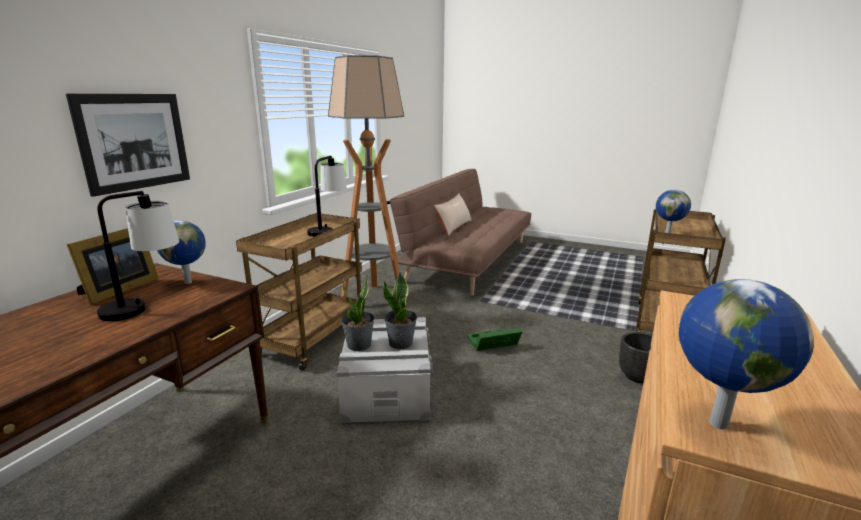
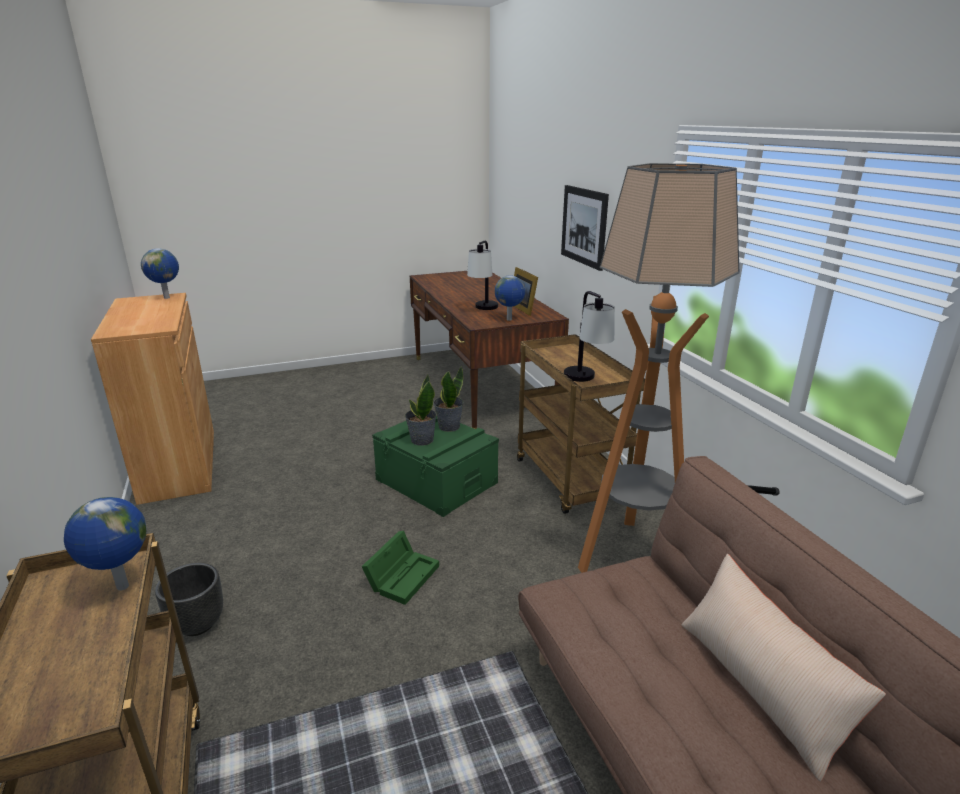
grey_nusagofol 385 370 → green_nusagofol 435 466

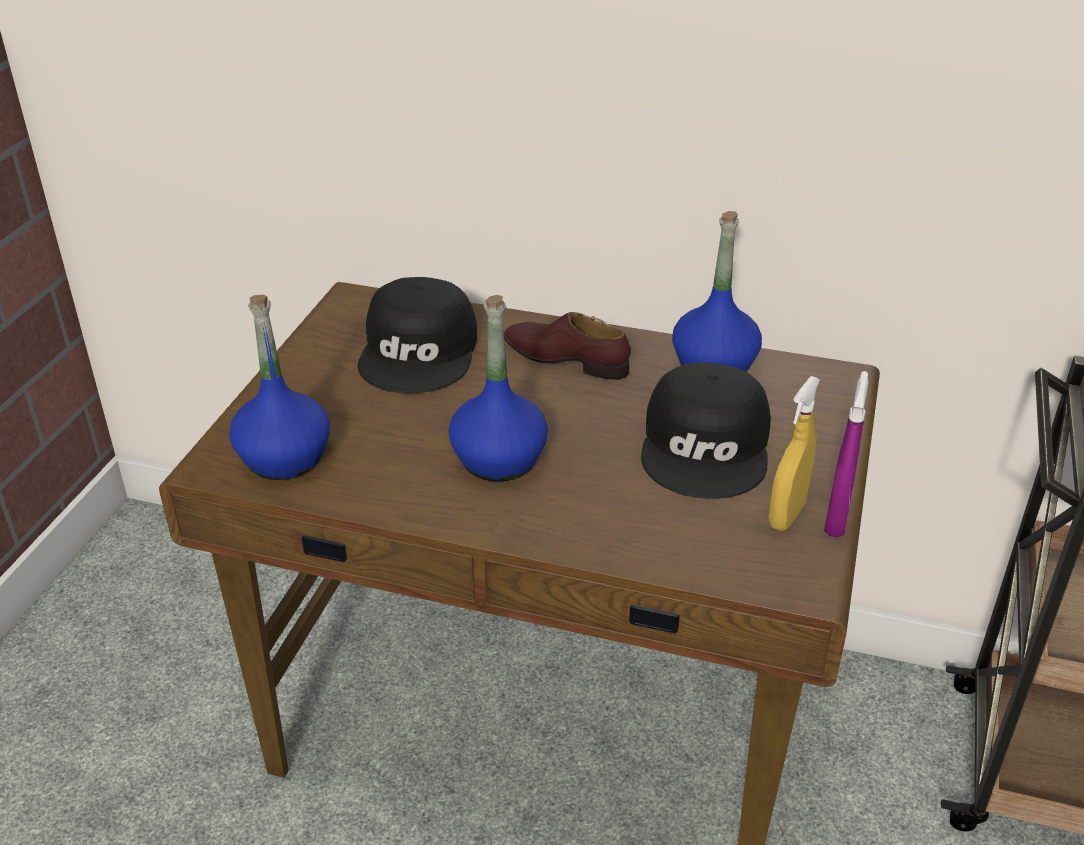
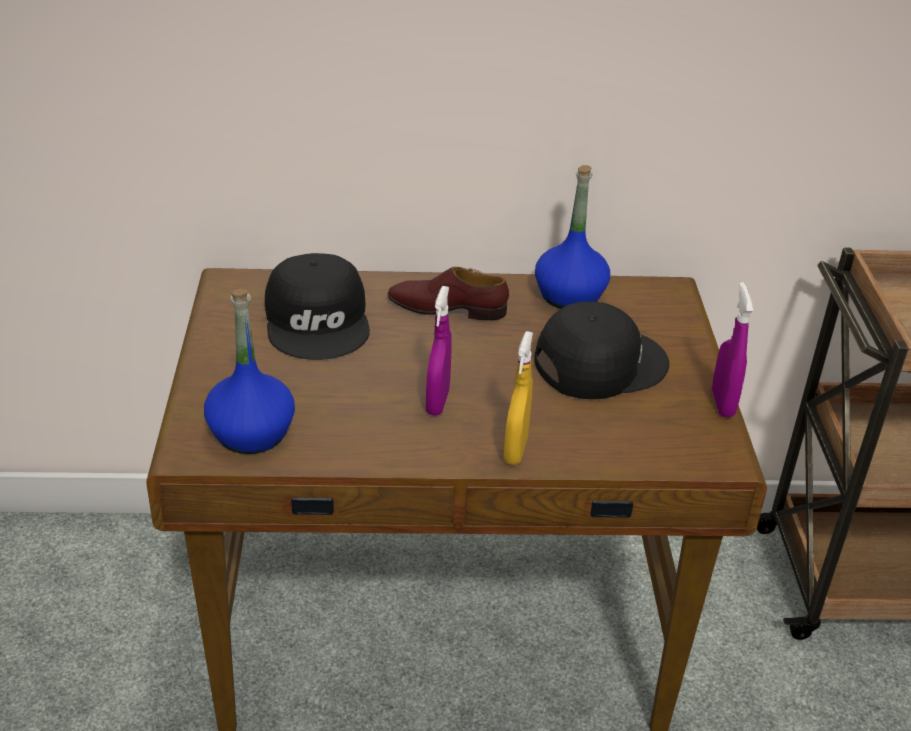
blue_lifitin 498 388 → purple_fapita 439 350
yellow_fapita 794 453 → yellow_fapita 518 398, move
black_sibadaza 706 431 → black_sibadaza 601 350, 105 degrees counterclockwise

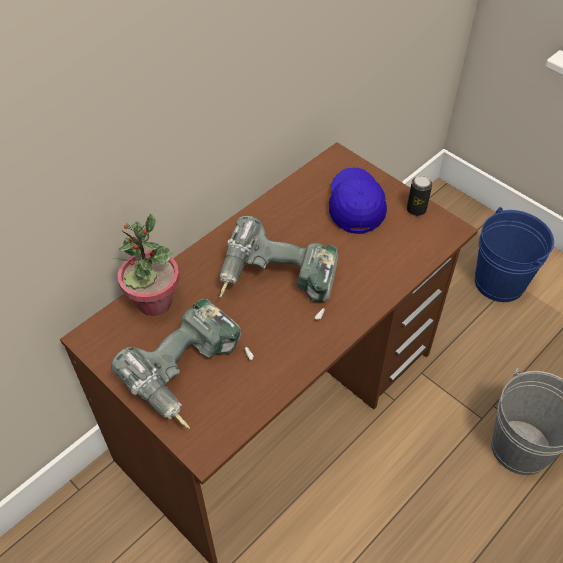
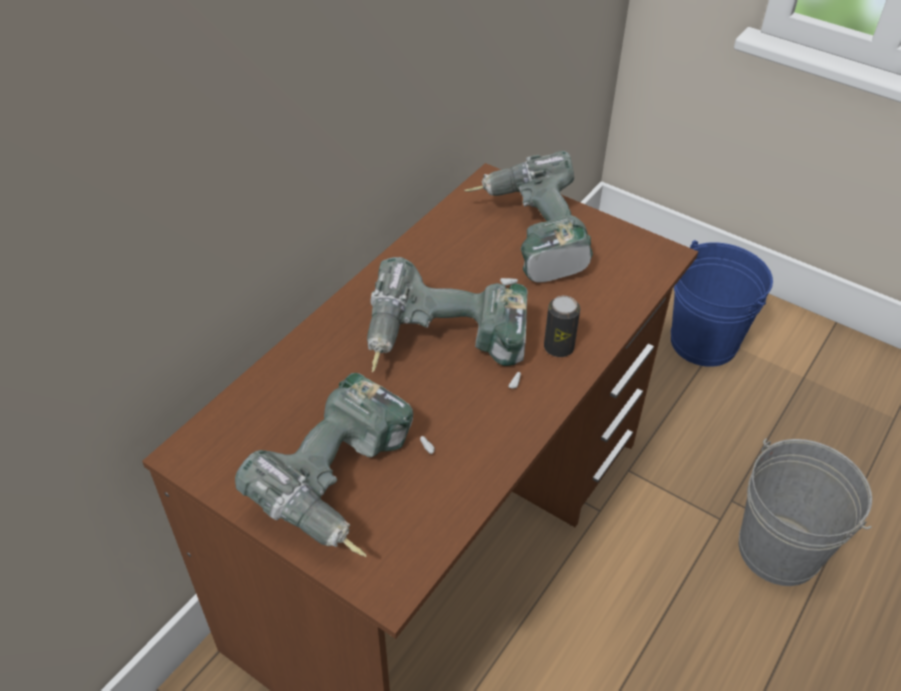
blue_sibadaza 358 200 → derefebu 528 218
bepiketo 419 196 → bepiketo 562 326, move
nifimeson 146 265 → -

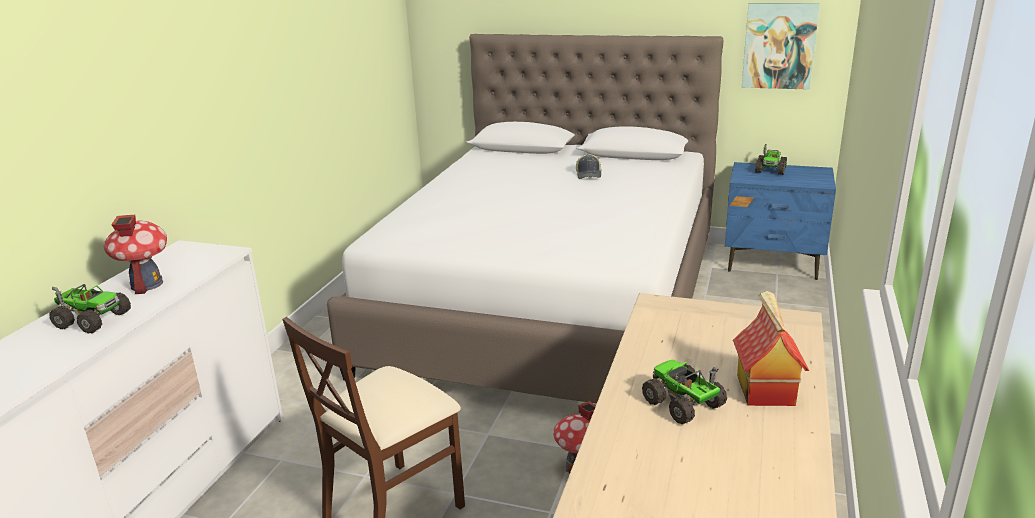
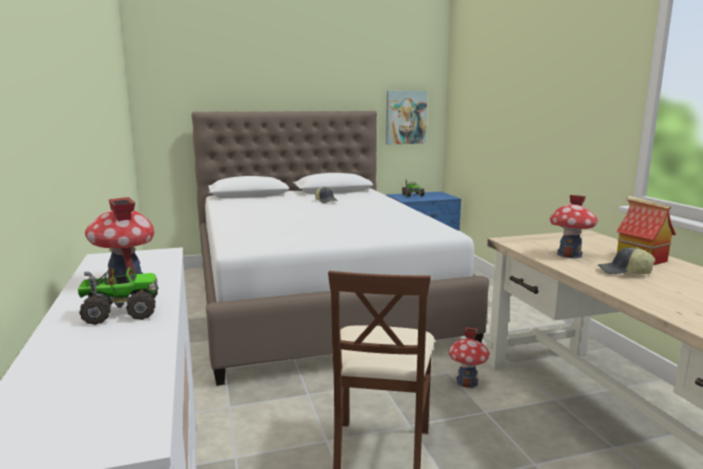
- → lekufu 574 226
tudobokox 684 392 → sibadaza 626 260

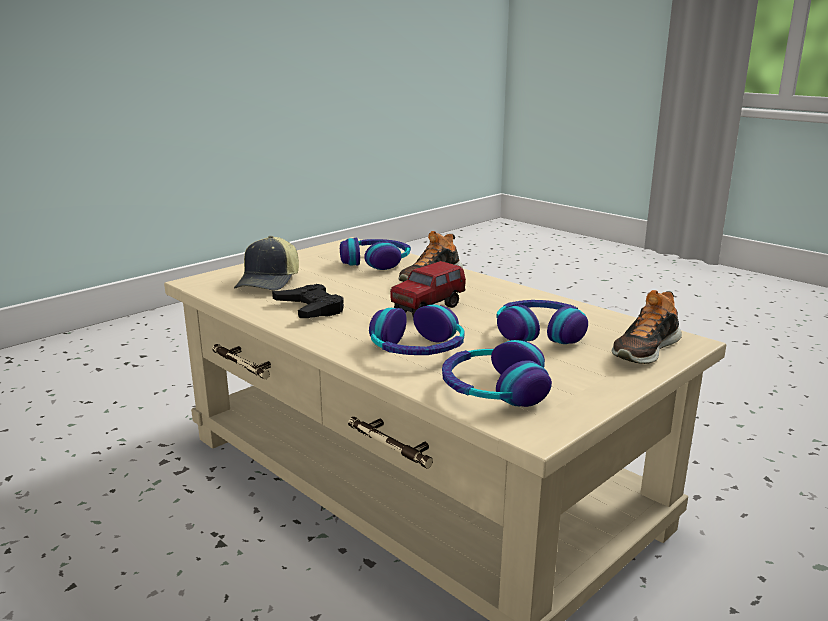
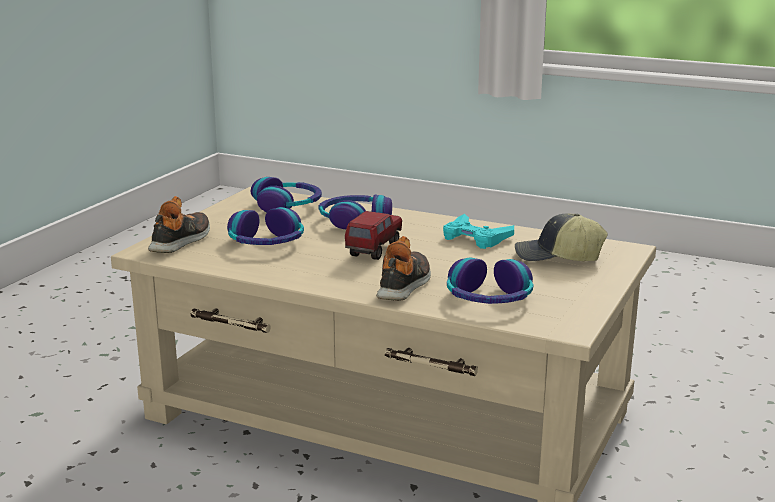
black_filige 308 301 → turquoise_filige 478 231
sibadaza 266 263 → sibadaza 561 237, 75 degrees counterclockwise

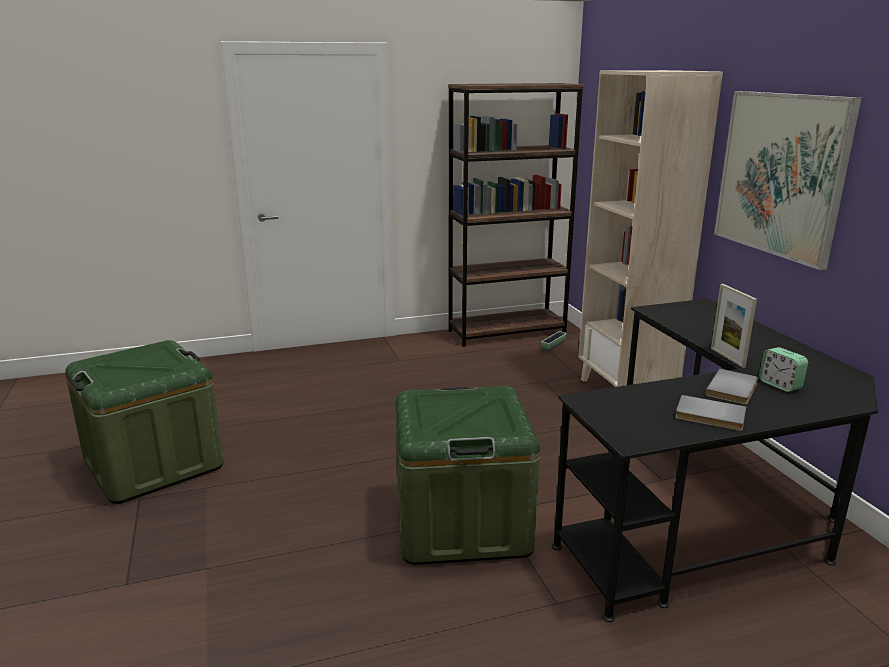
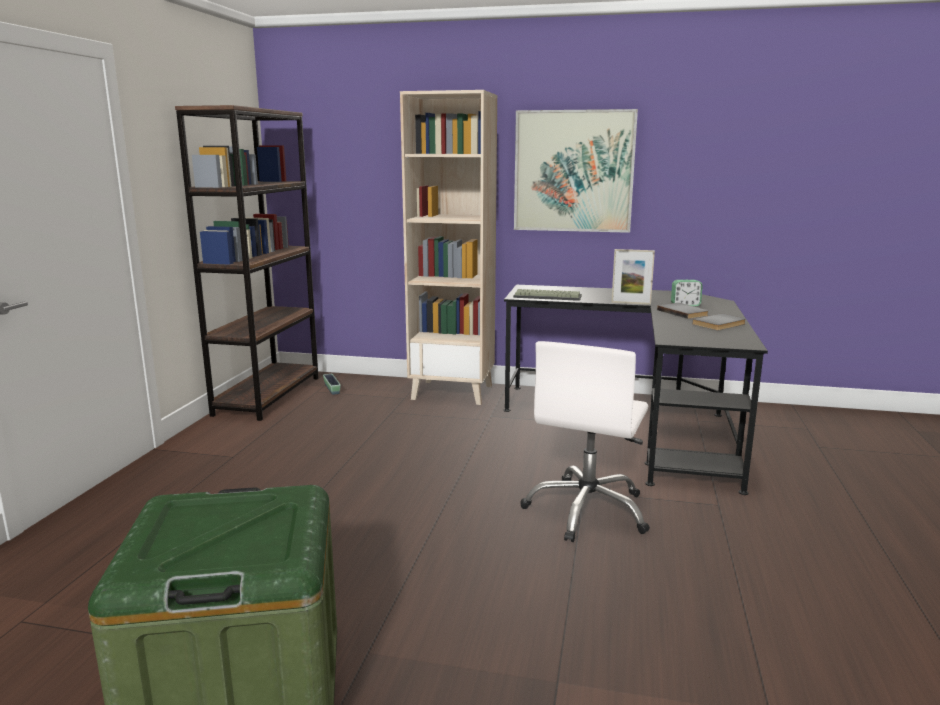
- → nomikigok 547 295
green_nusagofol 467 475 → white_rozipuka 585 441

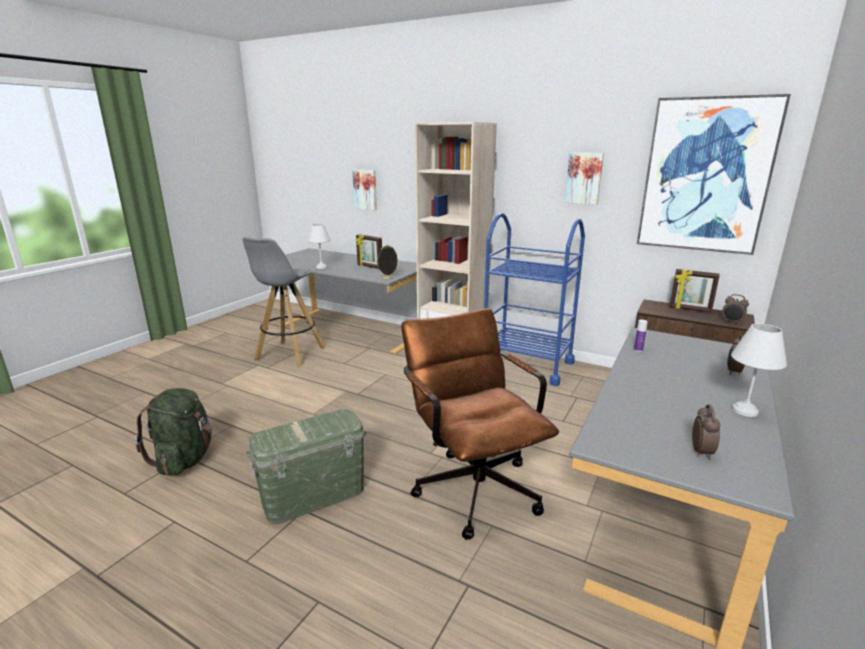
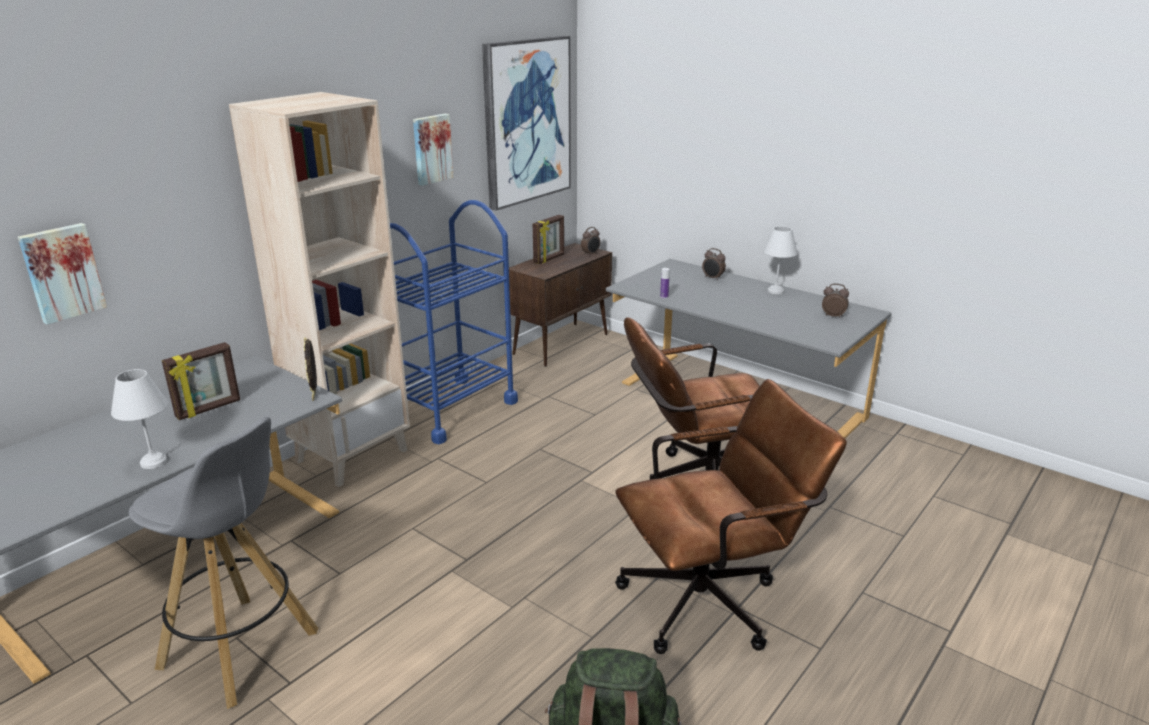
green_nusagofol 306 466 → brown_rozipuka 731 516

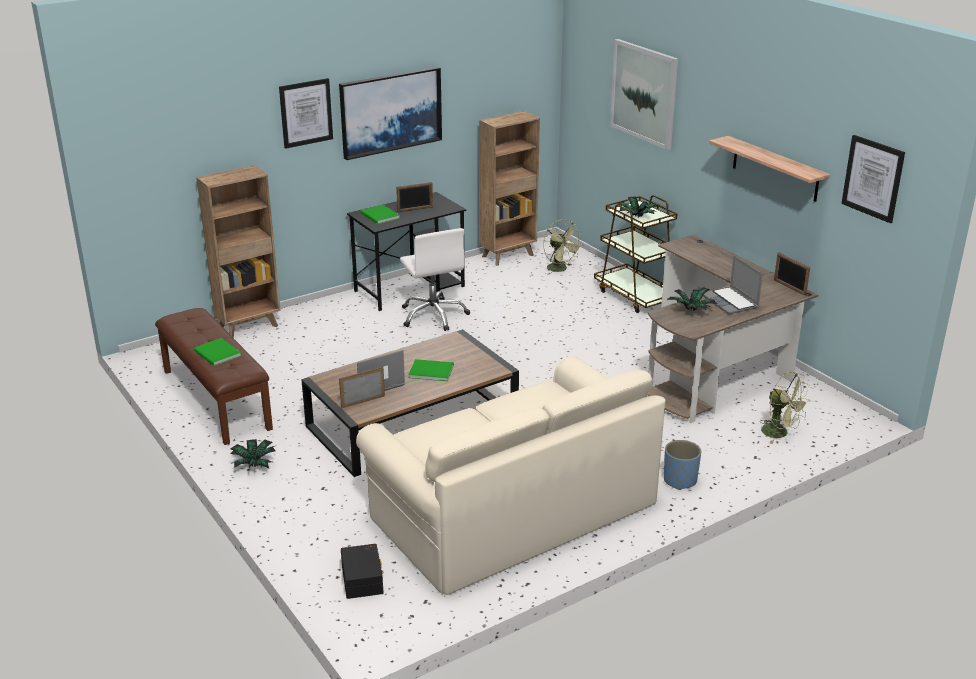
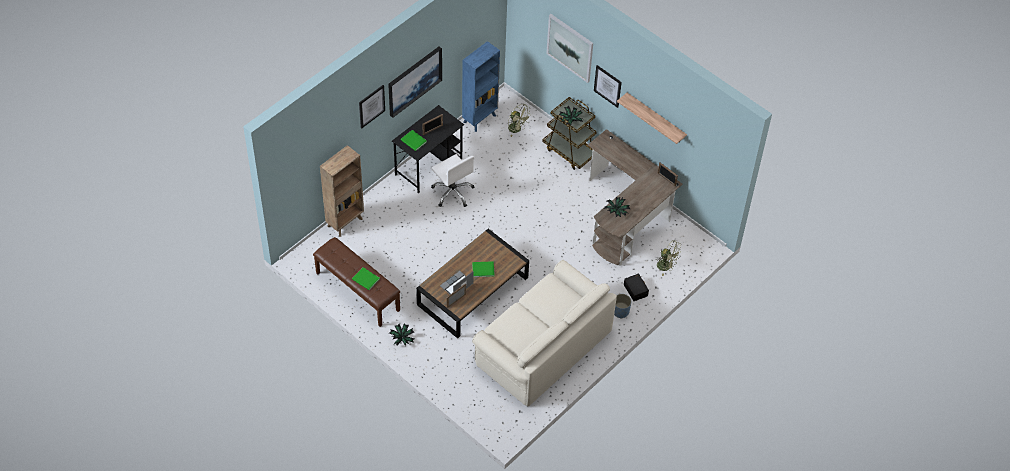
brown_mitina 509 188 → blue_mitina 481 86
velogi 873 179 → velogi 608 86, move
black_nusagofol 362 571 → black_nusagofol 636 287, move
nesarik 733 285 → -

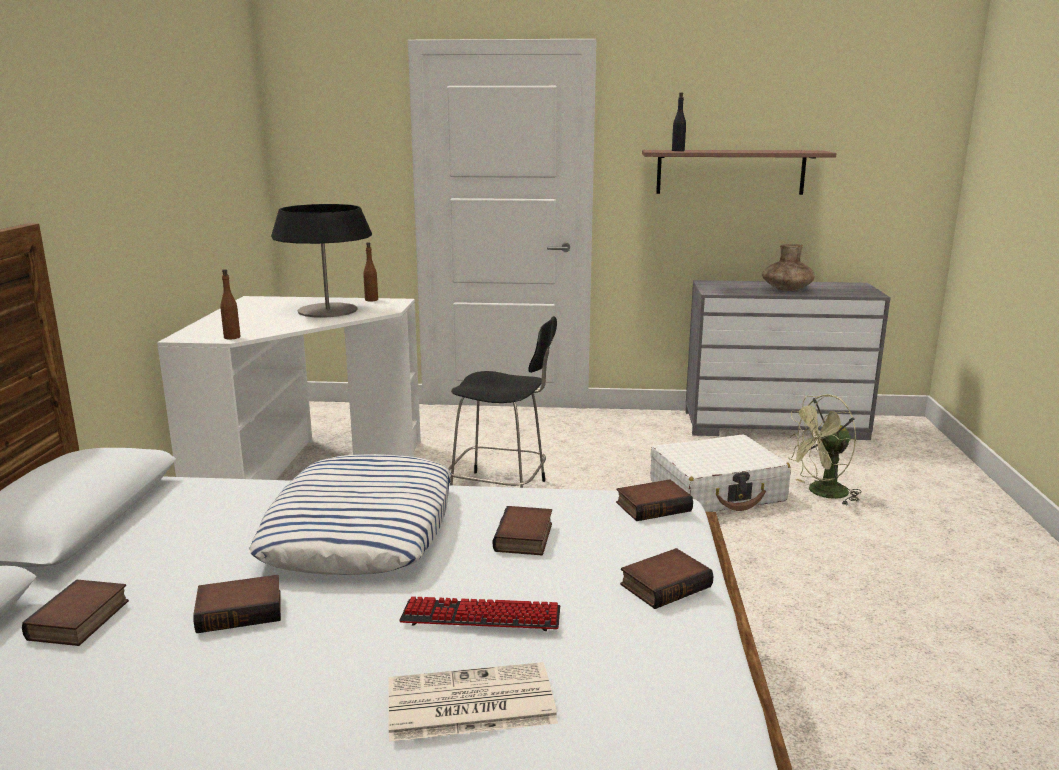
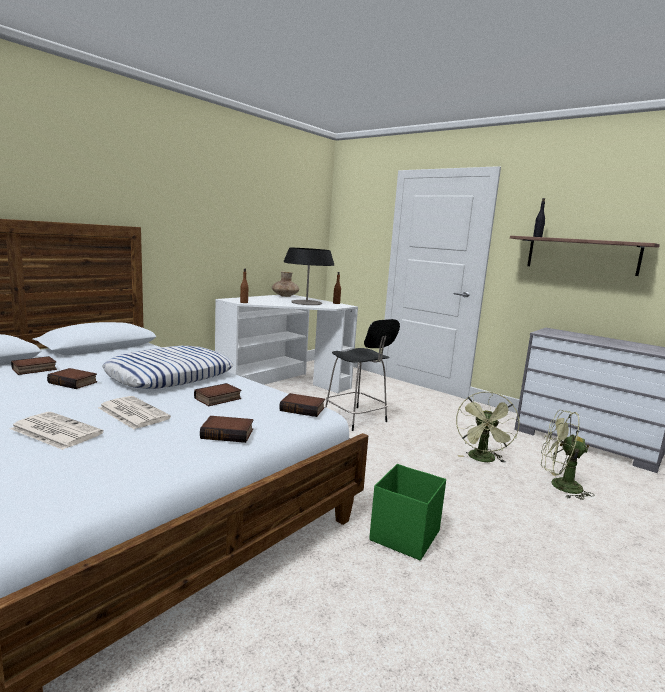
nomikigok 479 614 → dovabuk 134 412
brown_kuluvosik 788 267 → brown_kuluvosik 285 284, move
- → green_nusagofol 407 512
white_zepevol 720 473 → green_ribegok 488 427

